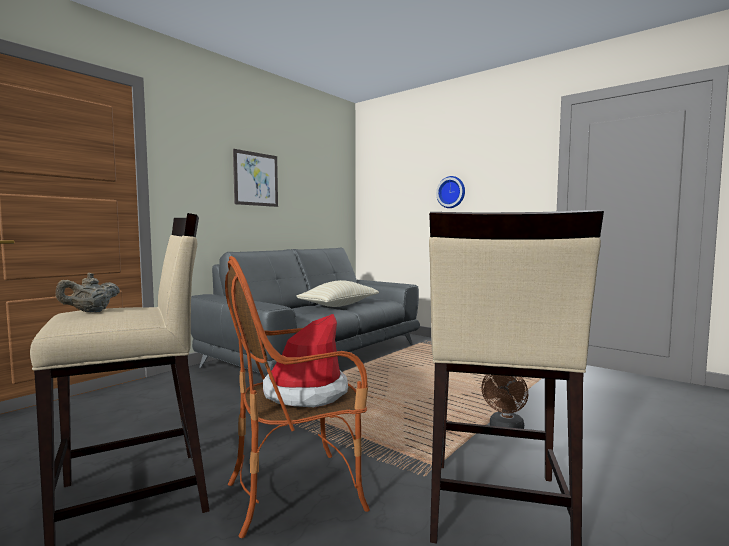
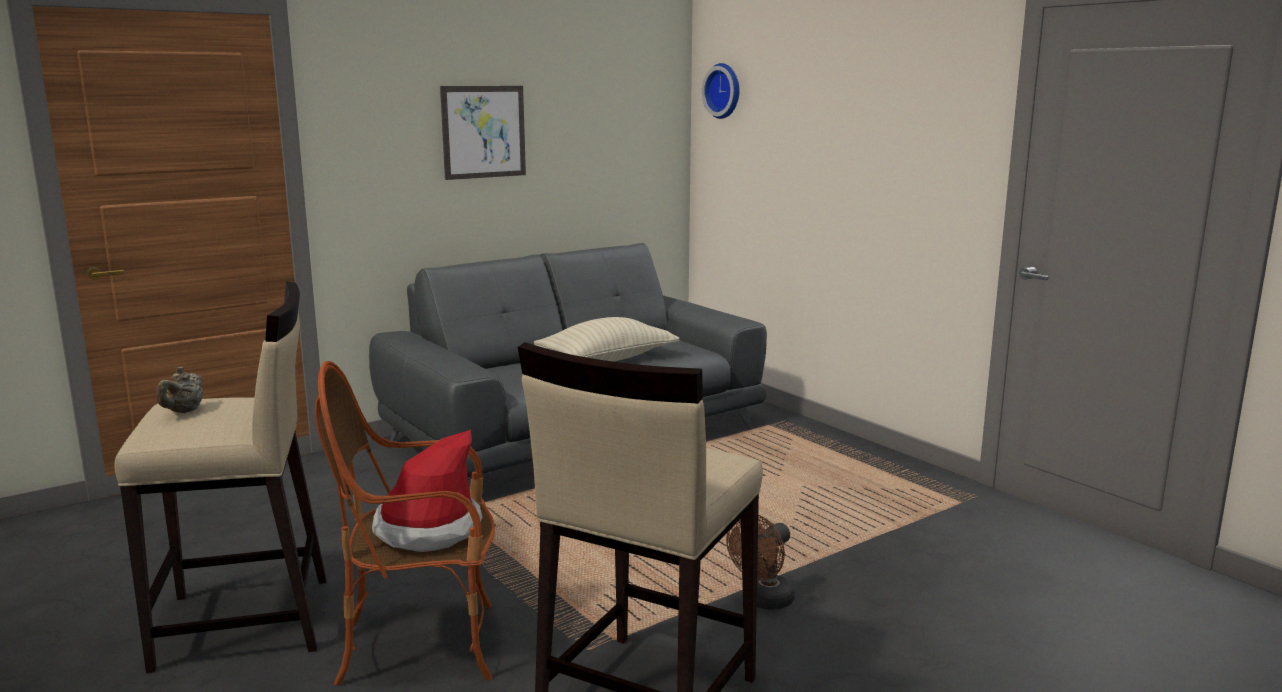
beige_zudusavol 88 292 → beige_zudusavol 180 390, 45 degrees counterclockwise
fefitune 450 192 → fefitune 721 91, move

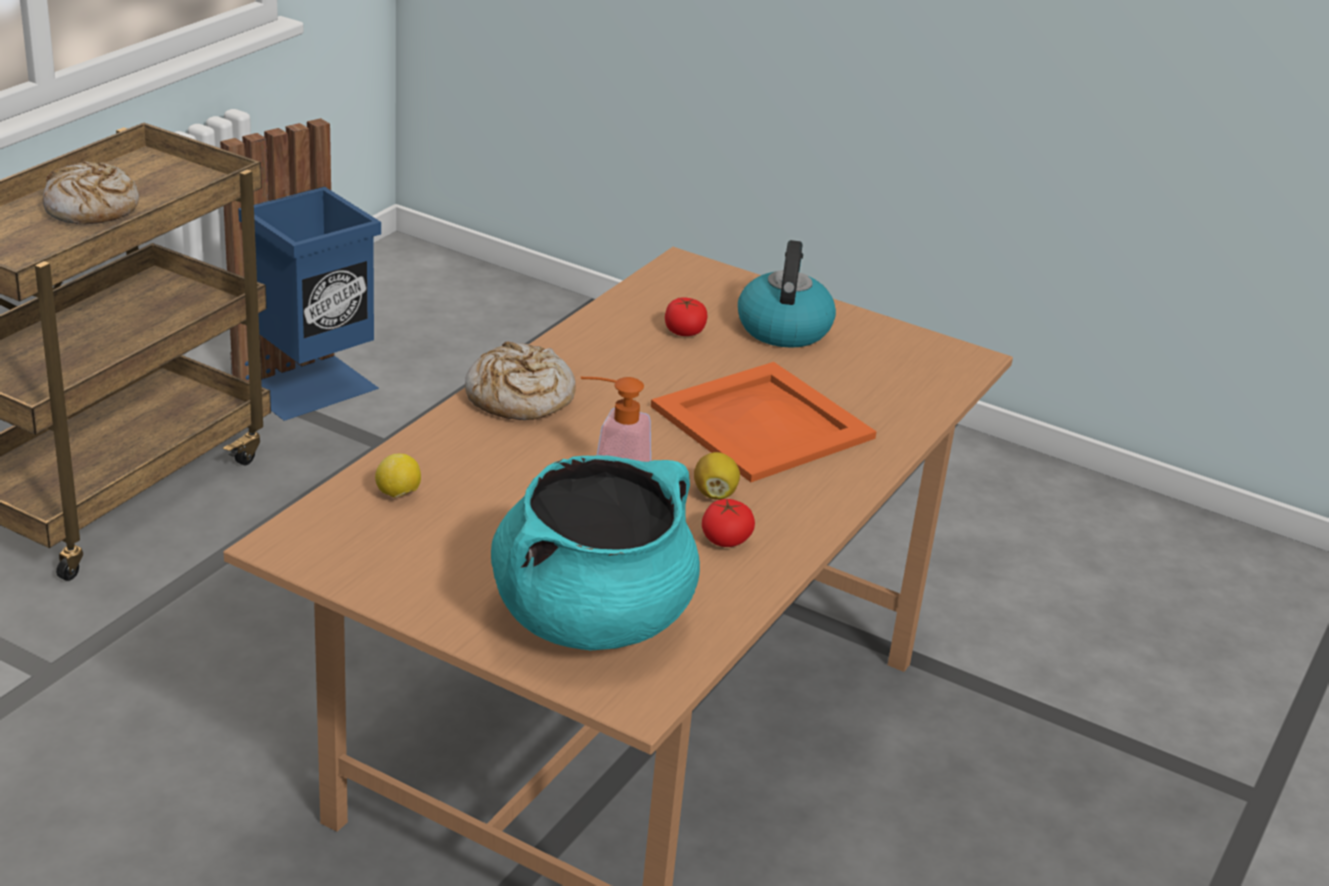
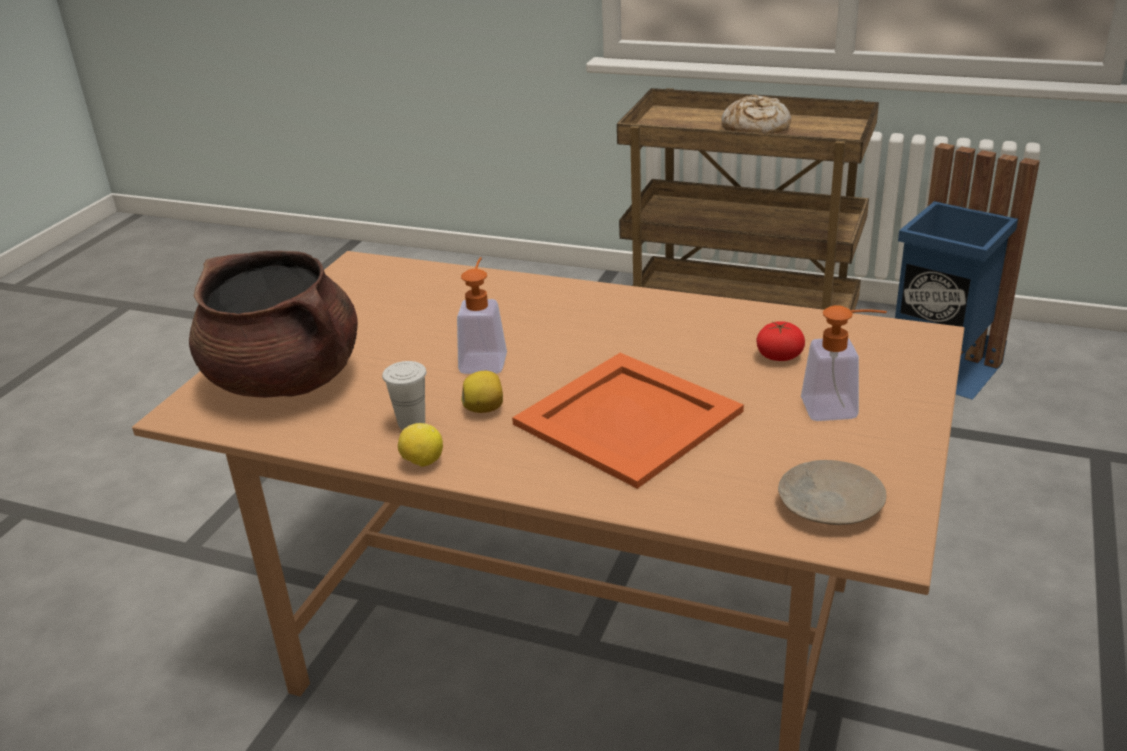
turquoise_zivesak 595 553 → brown_zivesak 273 324
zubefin 728 523 → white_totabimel 404 395
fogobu 398 476 → fogobu 420 445, move
- → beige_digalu 832 492
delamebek 787 294 → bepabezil 844 363
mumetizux 520 380 → -

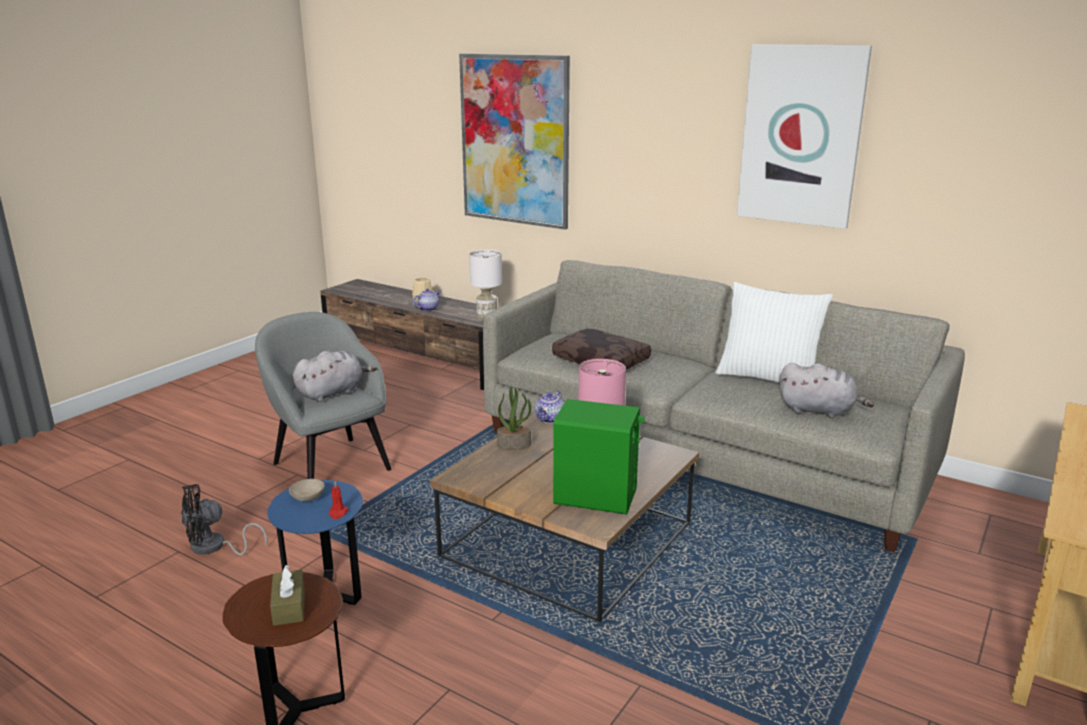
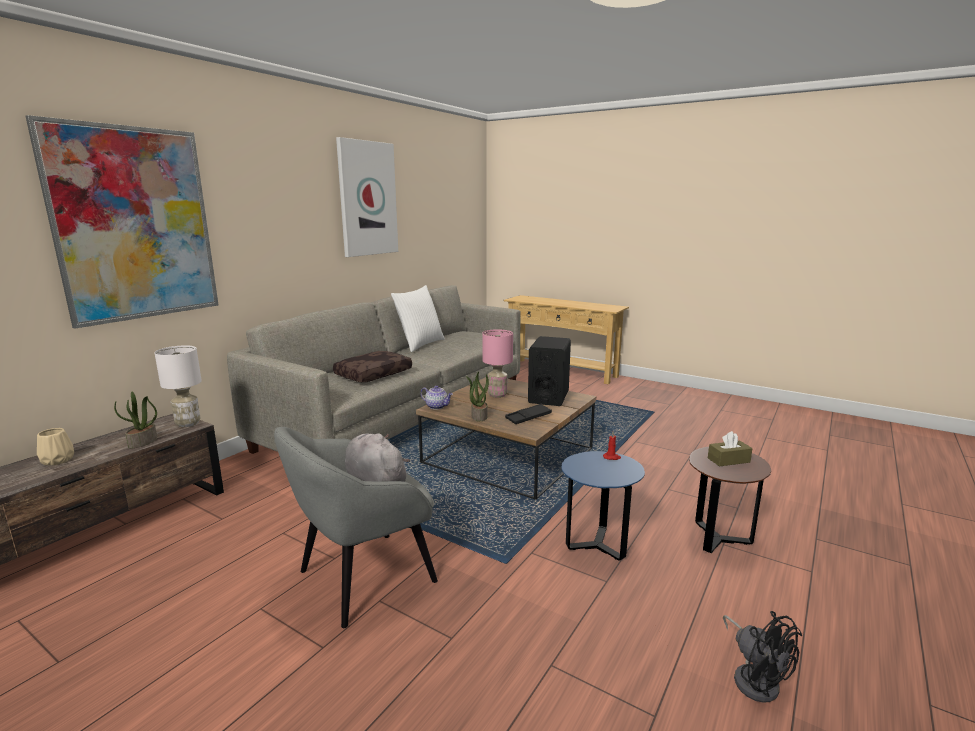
- → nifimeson 135 419
- → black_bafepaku 528 414
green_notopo 599 456 → black_notopo 549 371
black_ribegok 224 519 → black_ribegok 762 657, move
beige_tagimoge 307 490 → -
zudusavol 427 299 → -
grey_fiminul 826 390 → -

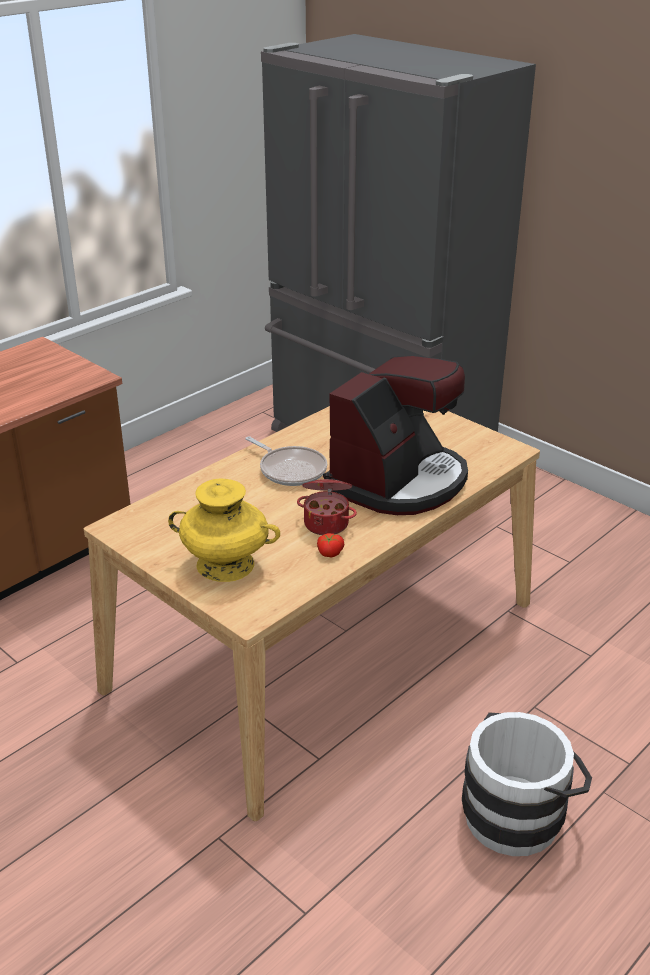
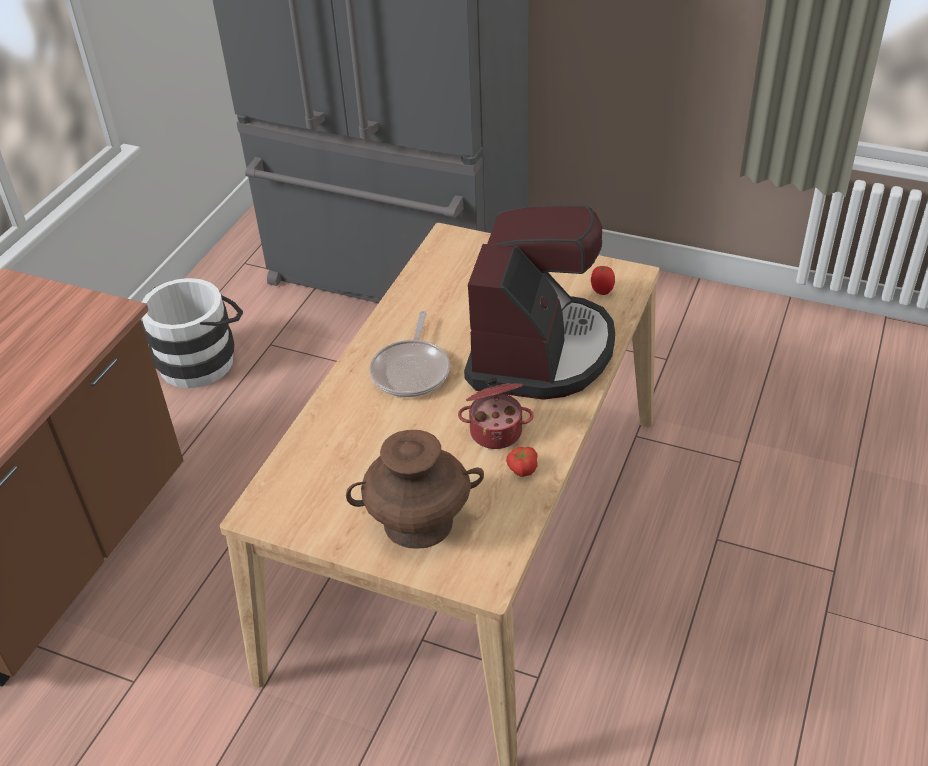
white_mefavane 527 784 → white_mefavane 192 333, move
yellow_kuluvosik 224 530 → brown_kuluvosik 415 489
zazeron 286 461 → zazeron 409 354, 75 degrees clockwise
- → zubefin 603 280

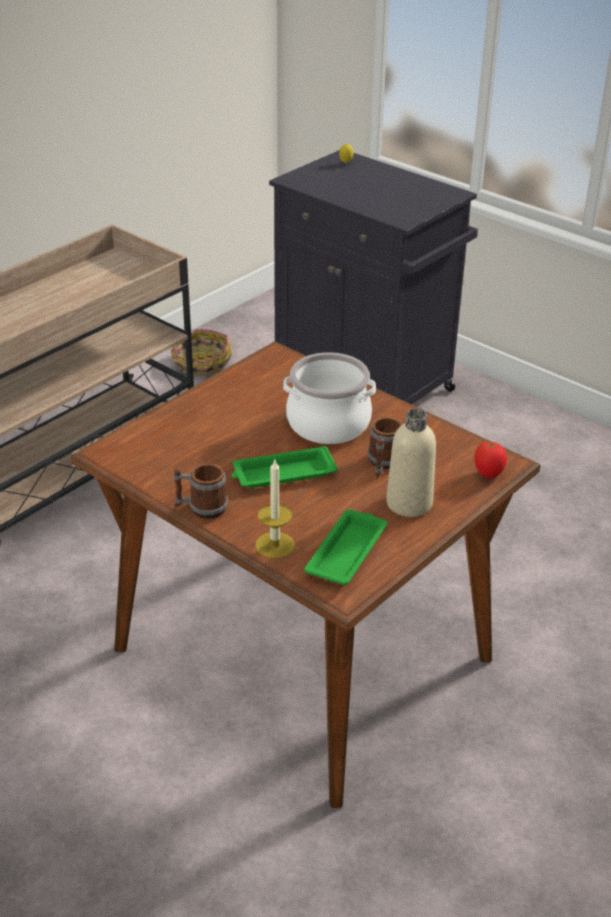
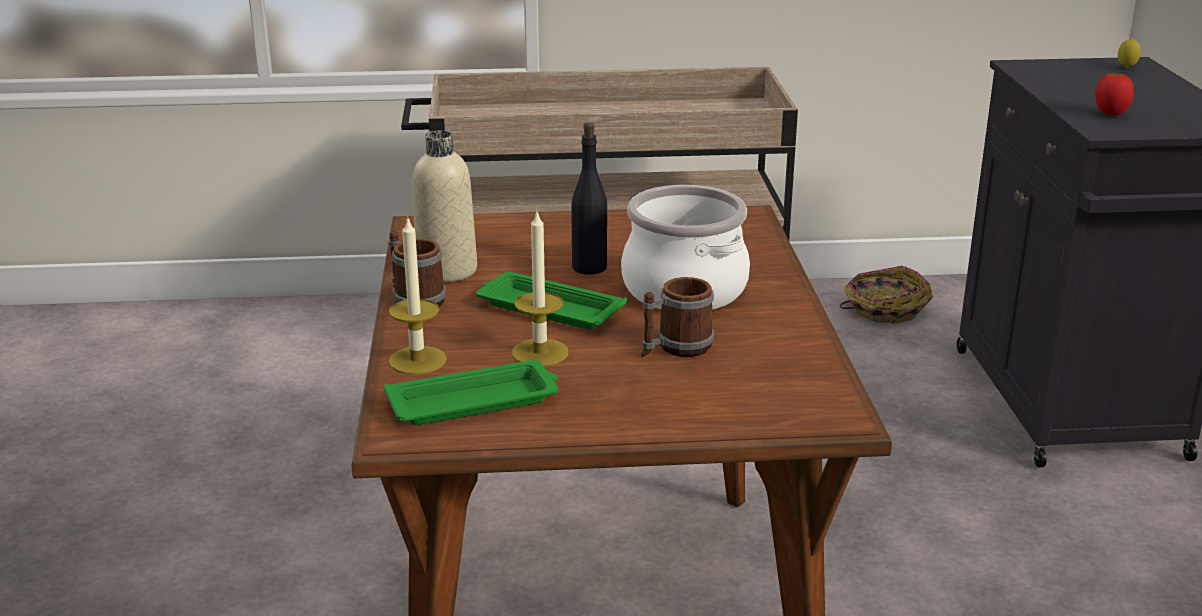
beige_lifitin 411 463 → beige_lifitin 445 206, move
- → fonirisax 540 289
- → black_lifitin 589 198
zubefin 490 460 → zubefin 1114 94, move

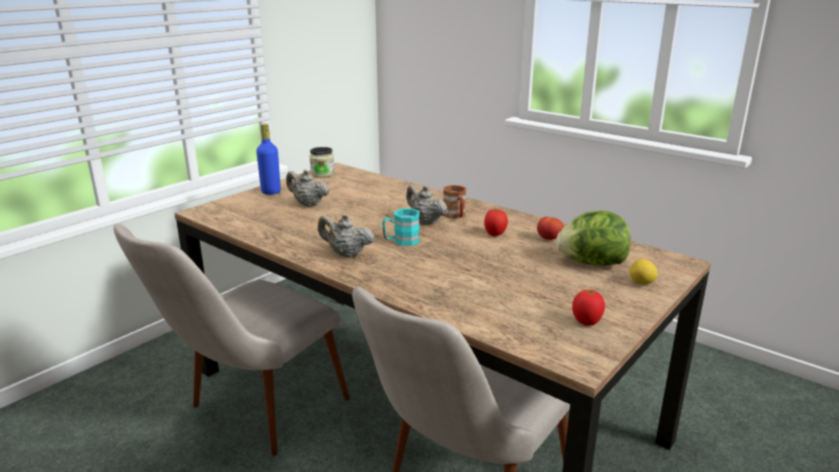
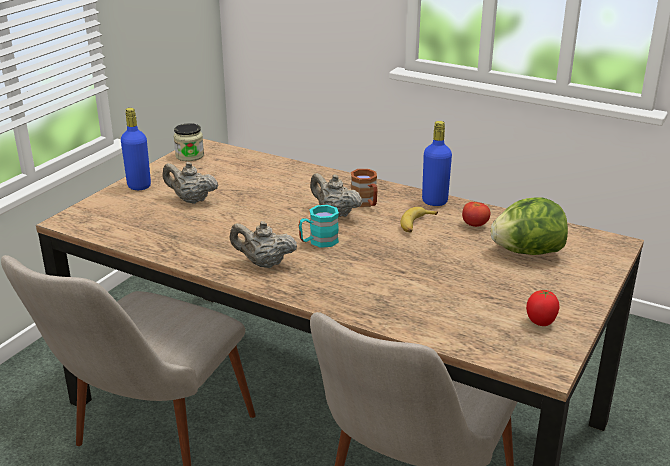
zubefin 496 222 → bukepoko 419 220
- → blue_lifitin 437 163
fogobu 643 271 → -

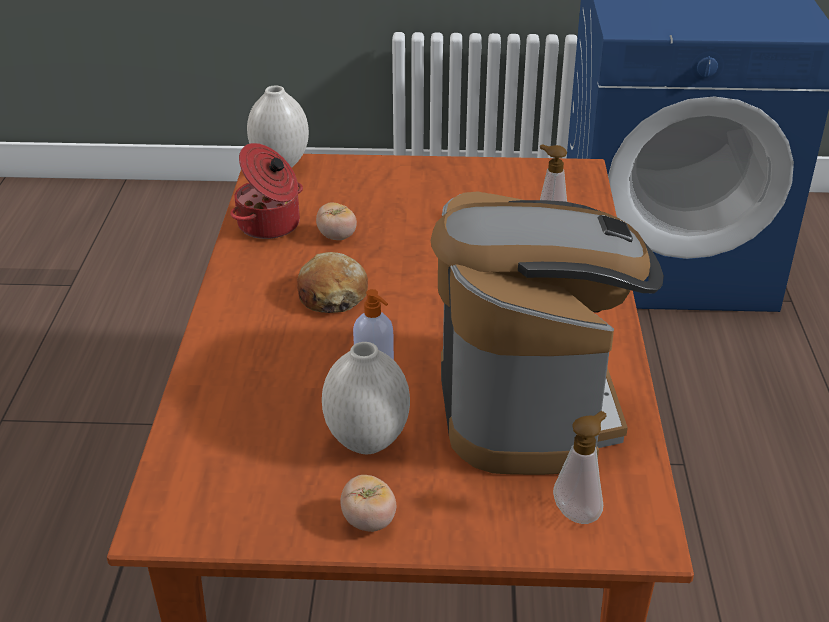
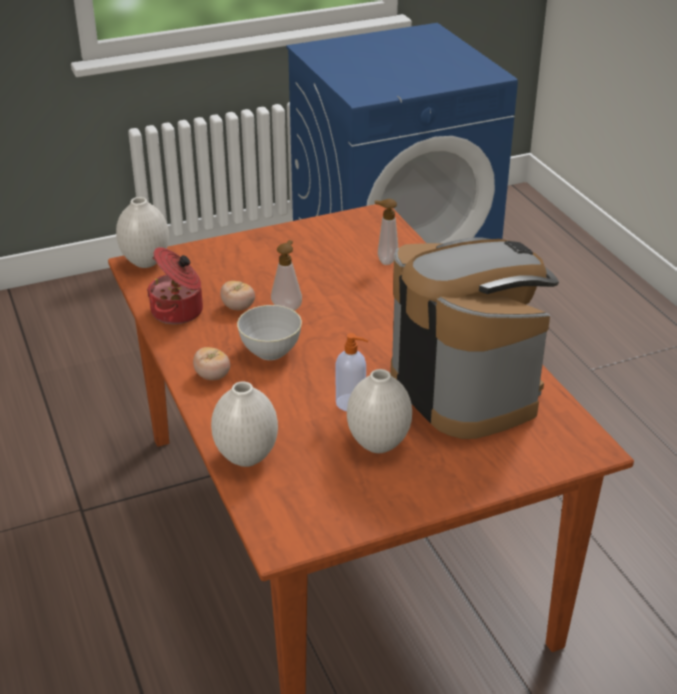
zubefin 368 503 → zubefin 211 363, move
- → white_kuluvosik 244 424
mumetizux 333 282 → grey_tagimoge 269 332
bepabezil 580 467 → bepabezil 286 275, move

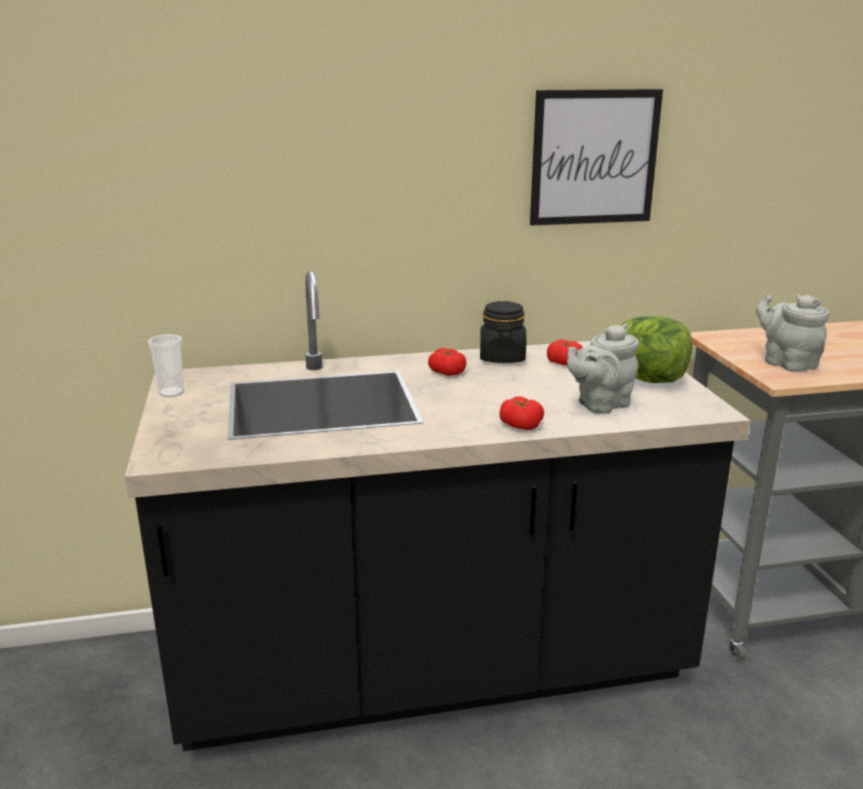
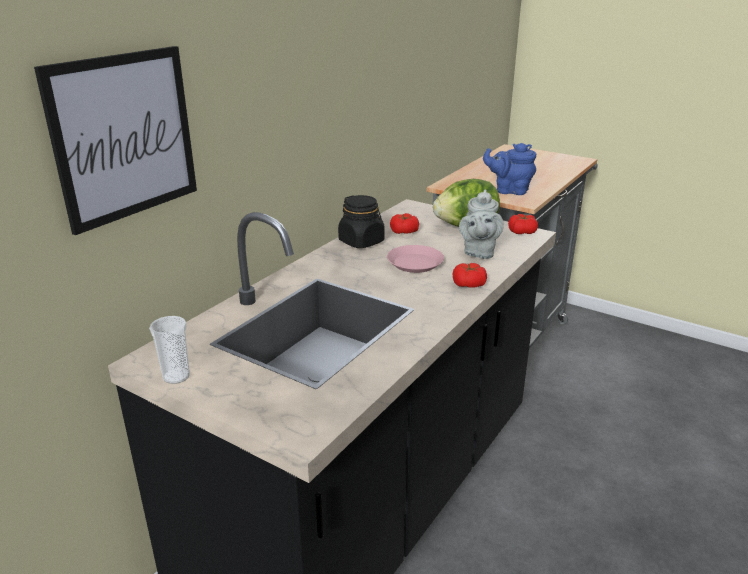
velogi 596 157 → velogi 115 140, move
- → pink_digalu 415 259
grey_zudusavol 792 333 → blue_zudusavol 509 169
zubefin 447 362 → zubefin 523 224, move

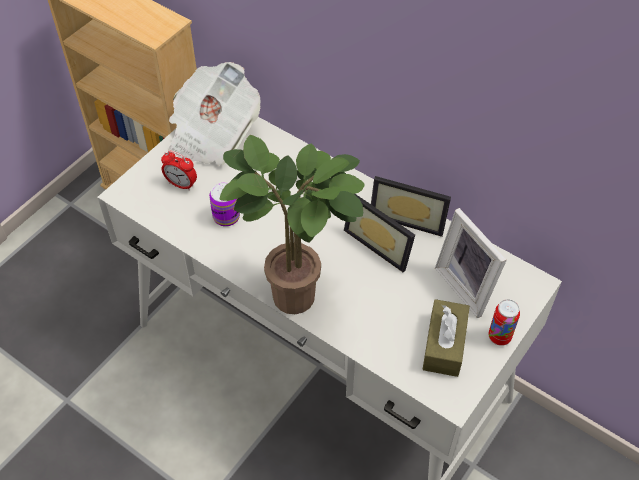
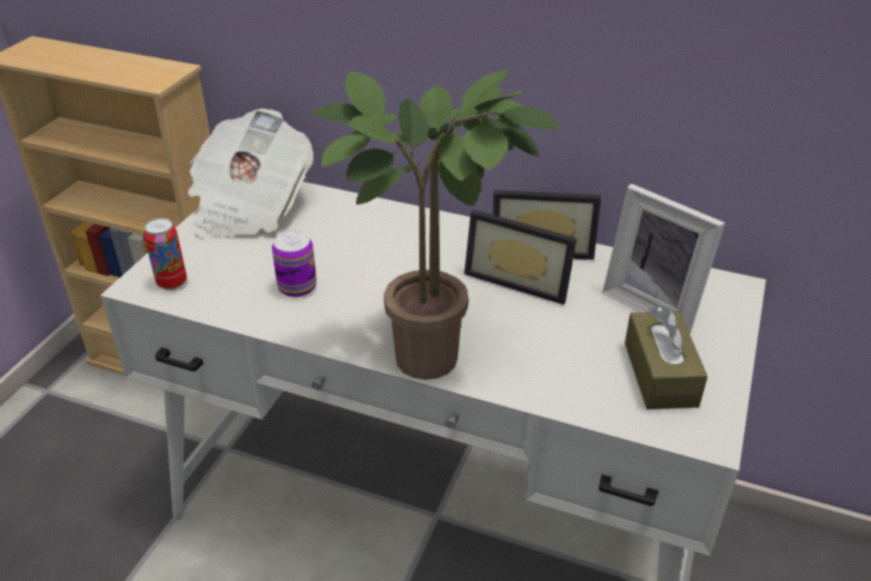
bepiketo 504 322 → bepiketo 165 254, move
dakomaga 179 171 → -

